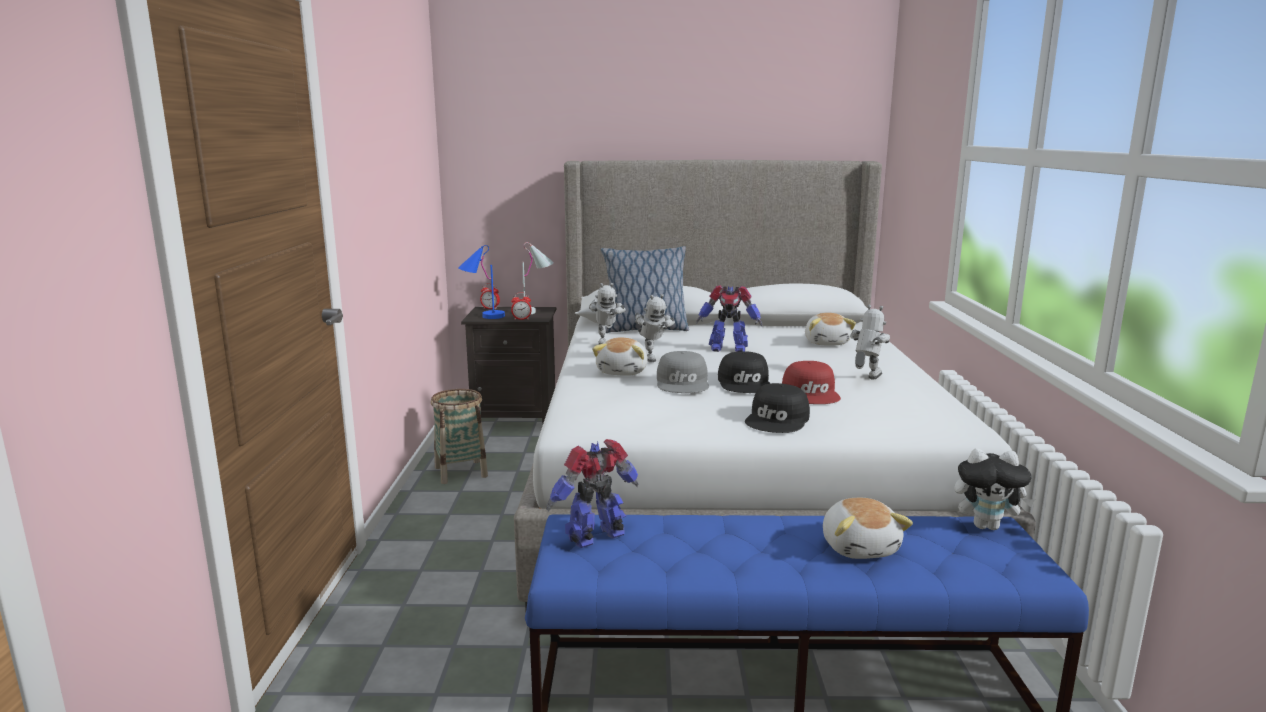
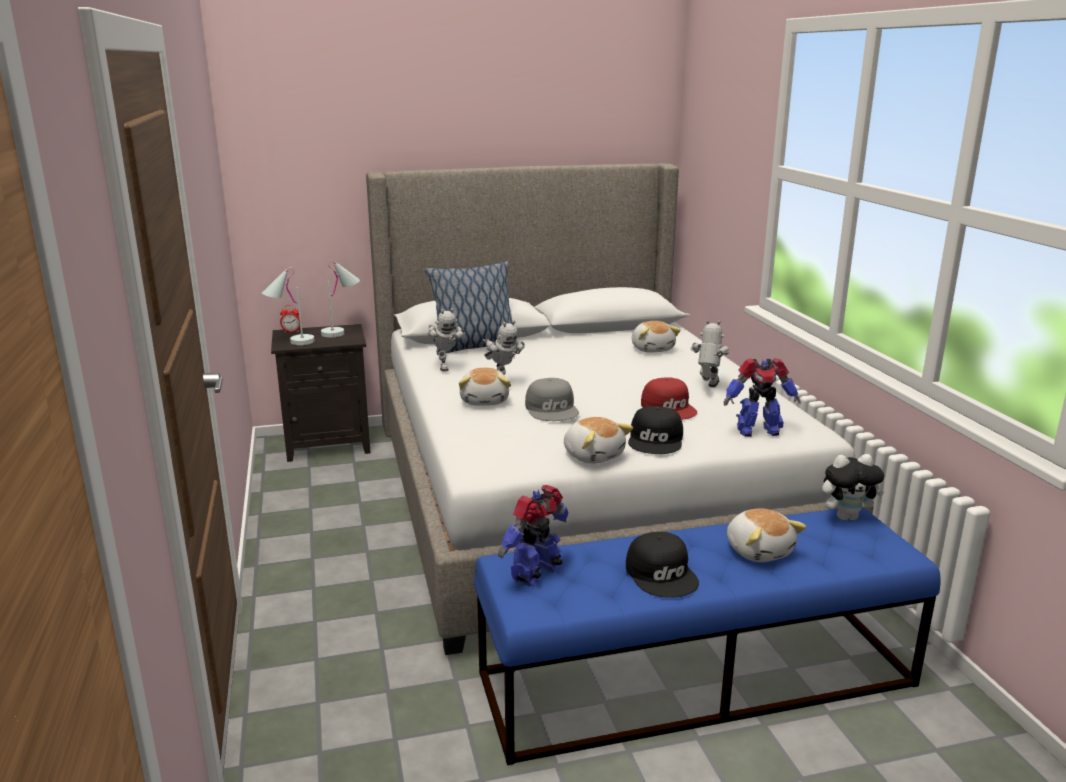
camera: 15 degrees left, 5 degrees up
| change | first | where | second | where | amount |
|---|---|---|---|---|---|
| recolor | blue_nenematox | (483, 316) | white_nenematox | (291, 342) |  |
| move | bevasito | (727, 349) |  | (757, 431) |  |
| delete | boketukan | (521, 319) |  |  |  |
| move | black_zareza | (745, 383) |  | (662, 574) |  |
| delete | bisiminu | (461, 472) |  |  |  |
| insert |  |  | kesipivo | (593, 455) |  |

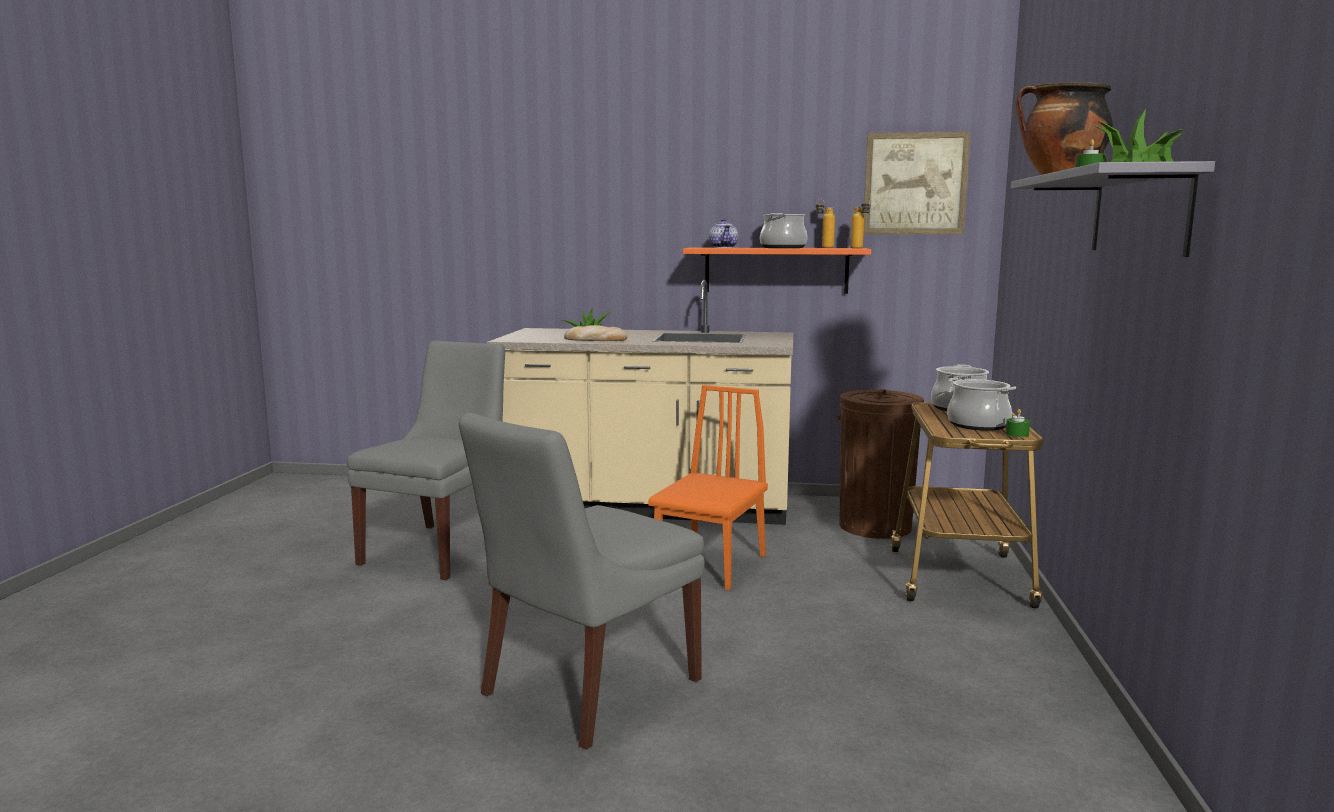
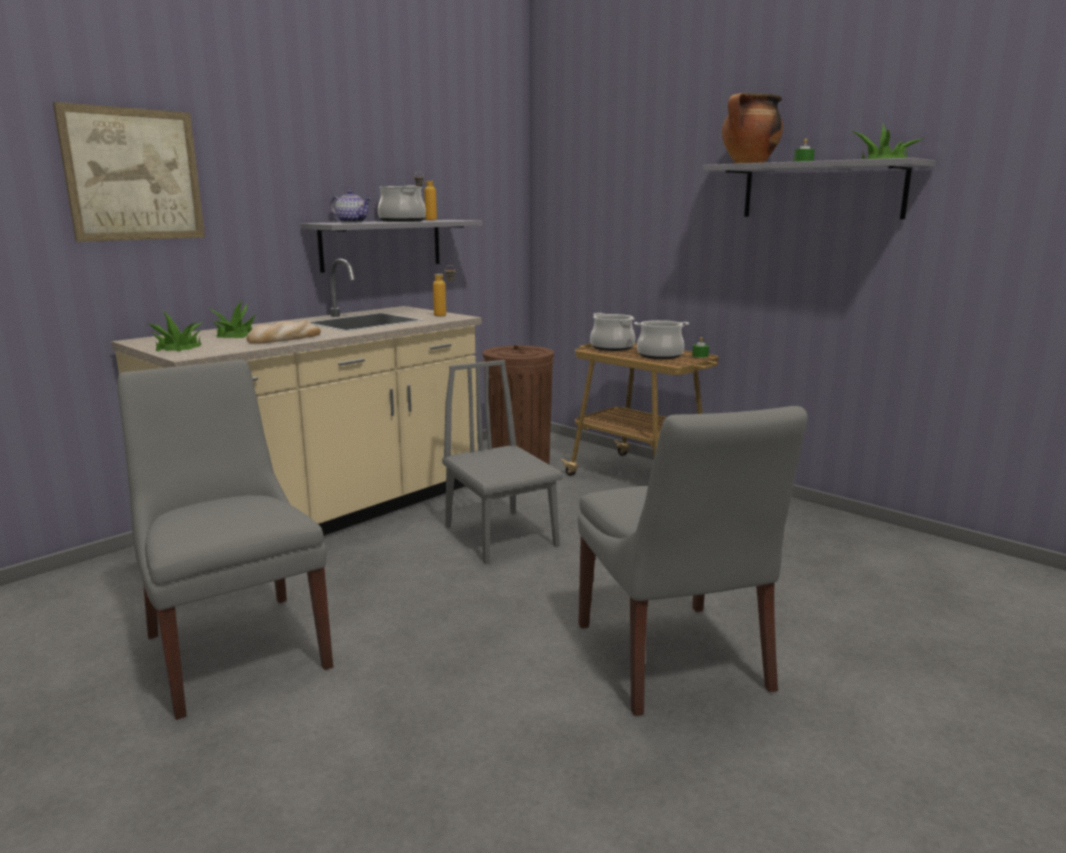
camera: 55 degrees left, 5 degrees up
| change | first | where | second | where | amount |
|---|---|---|---|---|---|
| move | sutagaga | (915, 183) |  | (133, 175) |  |
| move | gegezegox | (860, 248) |  | (445, 315) |  |
| recolor | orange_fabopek | (776, 270) | grey_fabopek | (382, 244) |  |
| recolor | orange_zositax | (709, 565) | grey_zositax | (500, 536) |  |
| insert |  |  | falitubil | (178, 347) |  |

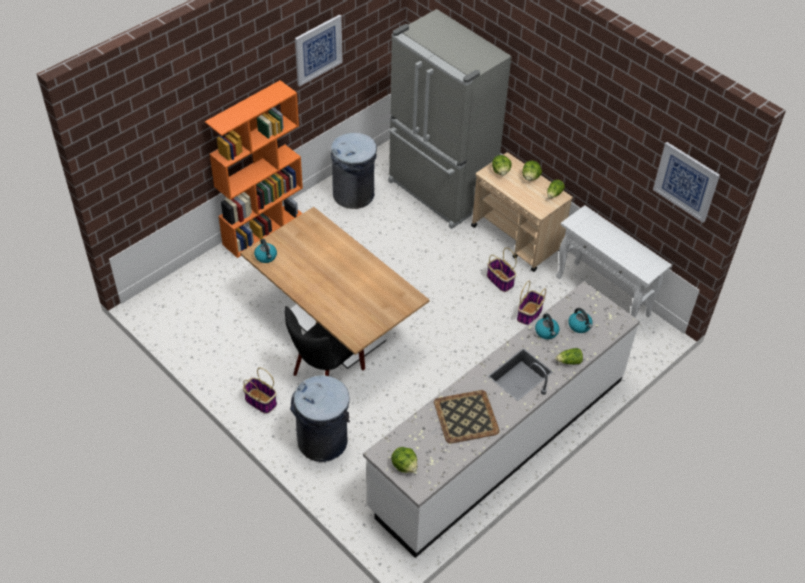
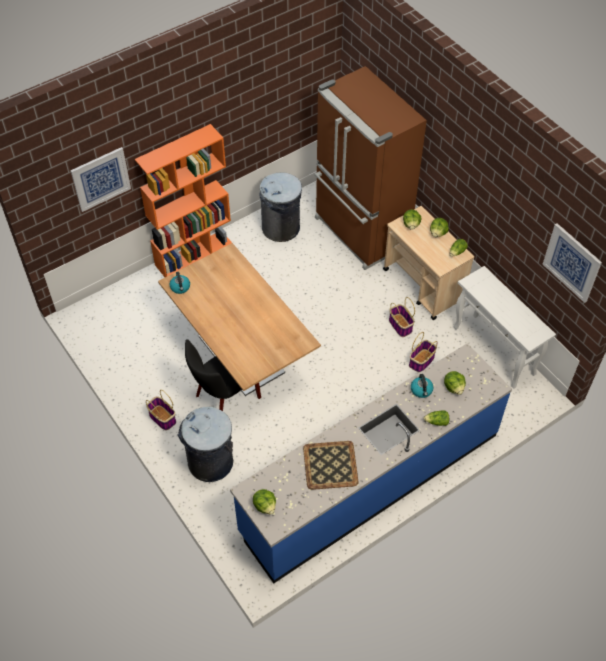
camera: 10 degrees right, 5 degrees up
| change | first | where | second | where | amount |
|---|---|---|---|---|---|
| recolor | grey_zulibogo | (439, 192) | brown_zulibogo | (360, 233) |  |
| move | sutagaga | (318, 50) |  | (101, 179) |  |
| recolor | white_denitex | (499, 442) | blue_denitex | (370, 482) |  |
| replace | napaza | (580, 326) | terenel | (454, 387) |  |

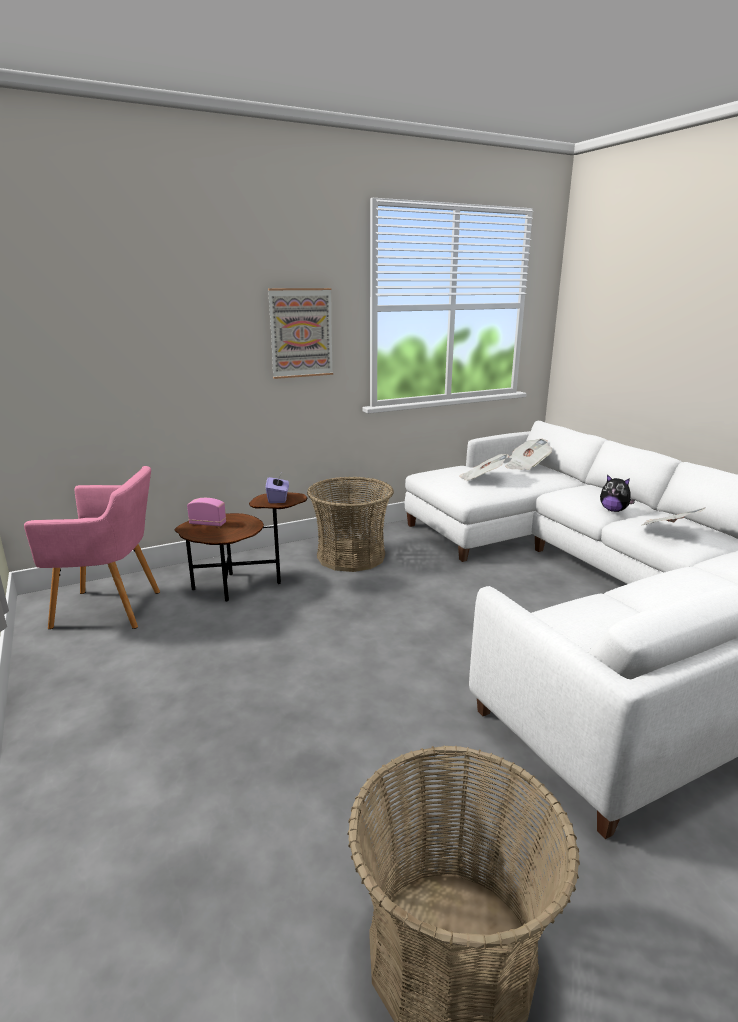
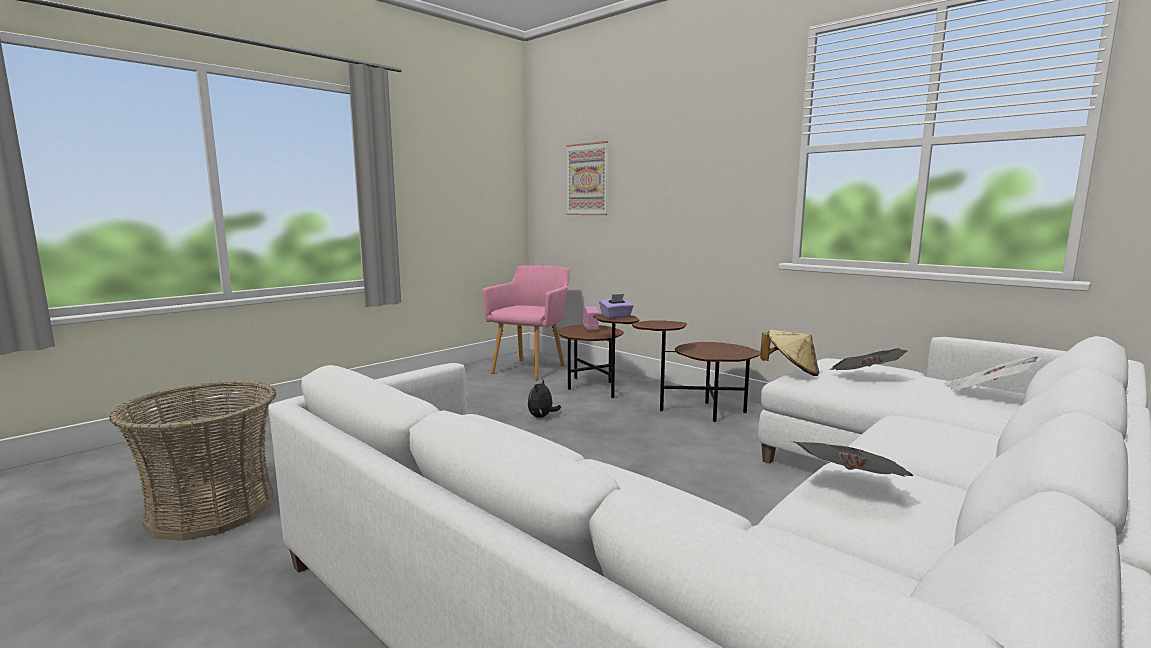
camera: 70 degrees right, 10 degrees down
| change | first | where | second | where | amount |
|---|---|---|---|---|---|
| move | sutagaga | (301, 333) |  | (587, 179) |  |
| rotate | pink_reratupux | (113, 609) |  | (531, 368) | 135 degrees counterclockwise |
| move | kesipivo | (613, 510) |  | (542, 417) |  |
| replace | bisiminu | (351, 556) | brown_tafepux | (698, 411) |  |
| insert |  |  | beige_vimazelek | (791, 372) |  |

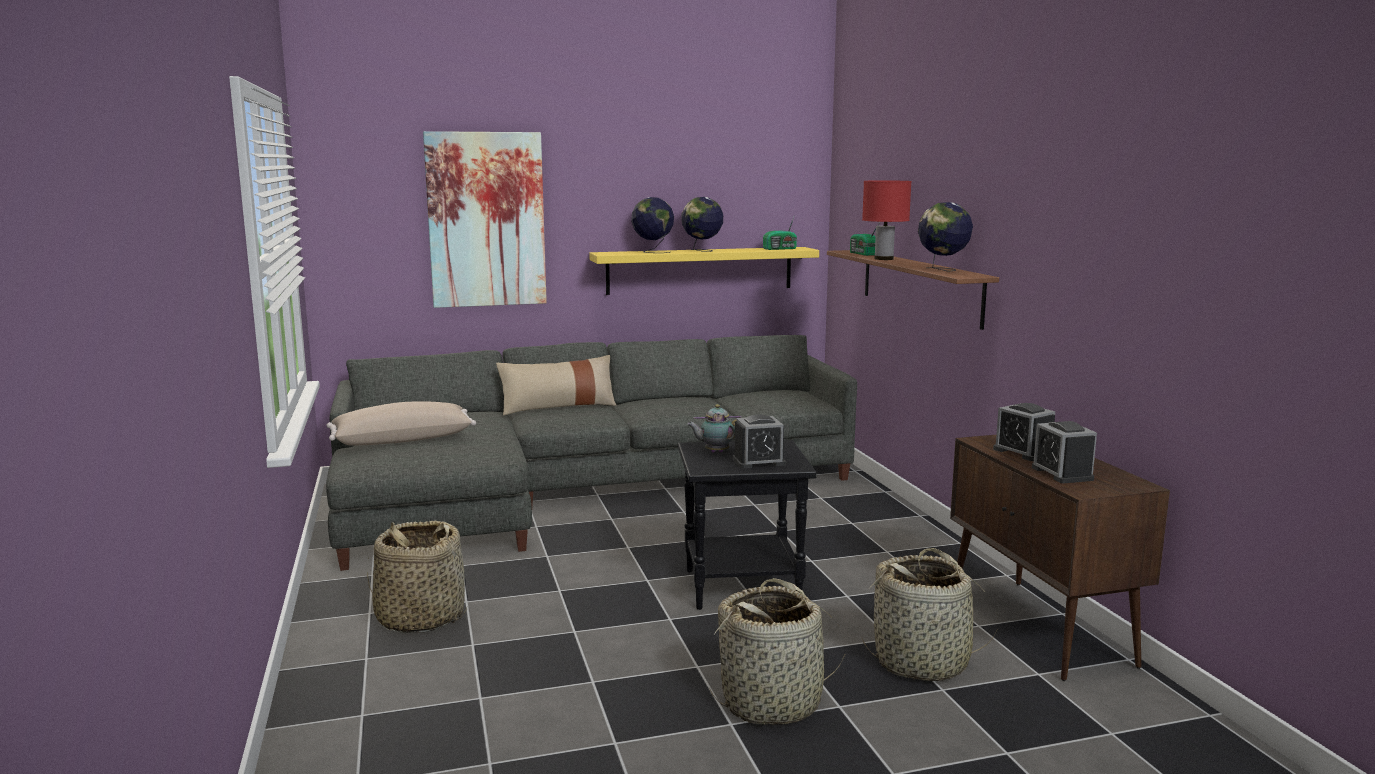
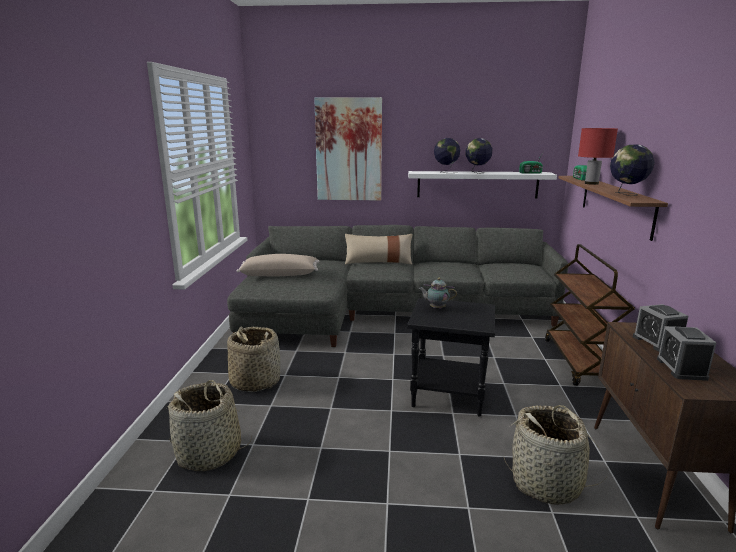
camera: 20 degrees right, 5 degrees up
| change | first | where | second | where | amount |
|---|---|---|---|---|---|
| recolor | yellow_fabopek | (700, 270) | white_fabopek | (477, 184) |  |
| delete | boketukan | (758, 462) |  |  |  |
| move | bisiminu | (772, 702) |  | (209, 453) |  |
| insert |  |  | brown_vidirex | (580, 362) |  |

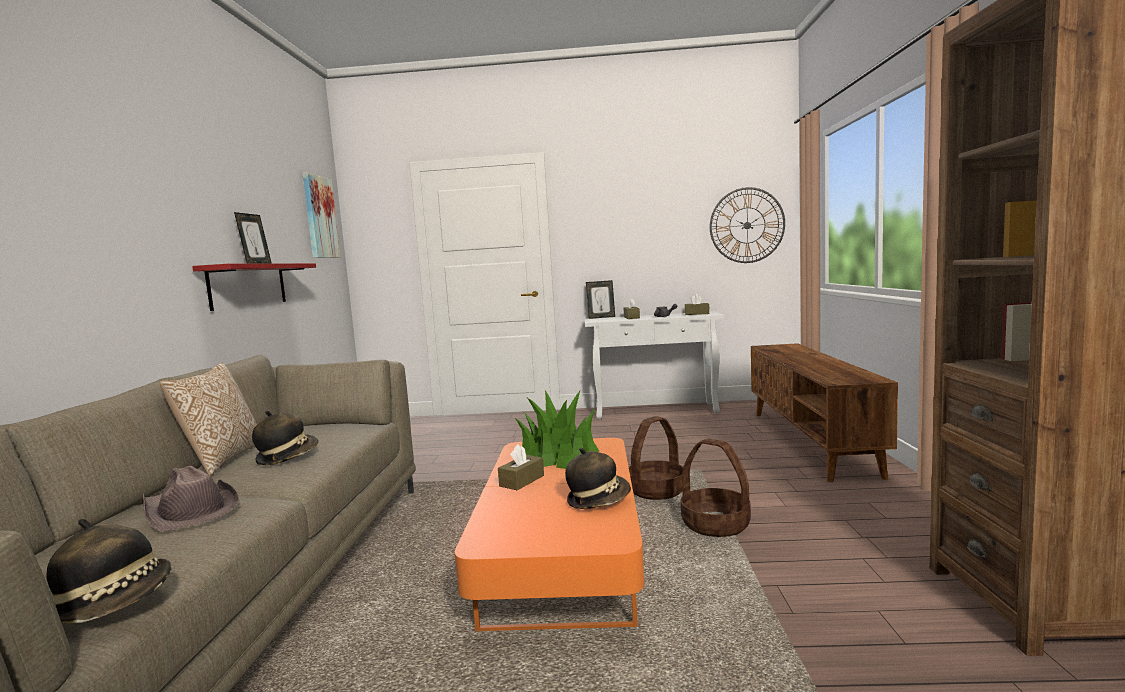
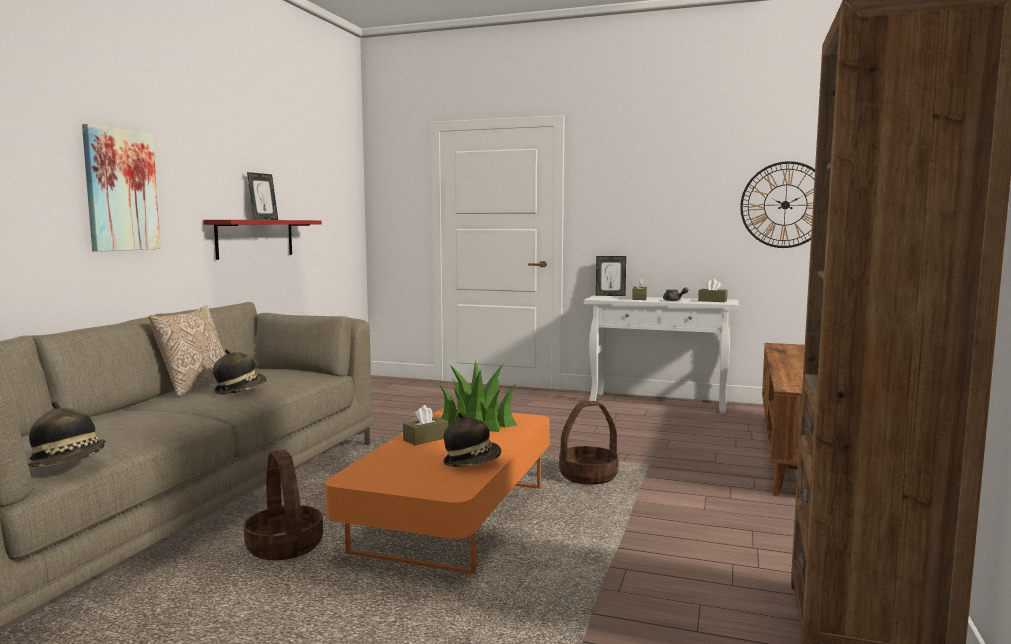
camera: 15 degrees right, 0 degrees up
| change | first | where | second | where | amount |
|---|---|---|---|---|---|
| move | sutagaga | (320, 217) |  | (120, 190) |  |
| move | bisiminu | (715, 525) |  | (284, 547) |  |
| delete | brown_vimazelek | (189, 510) |  |  |  |

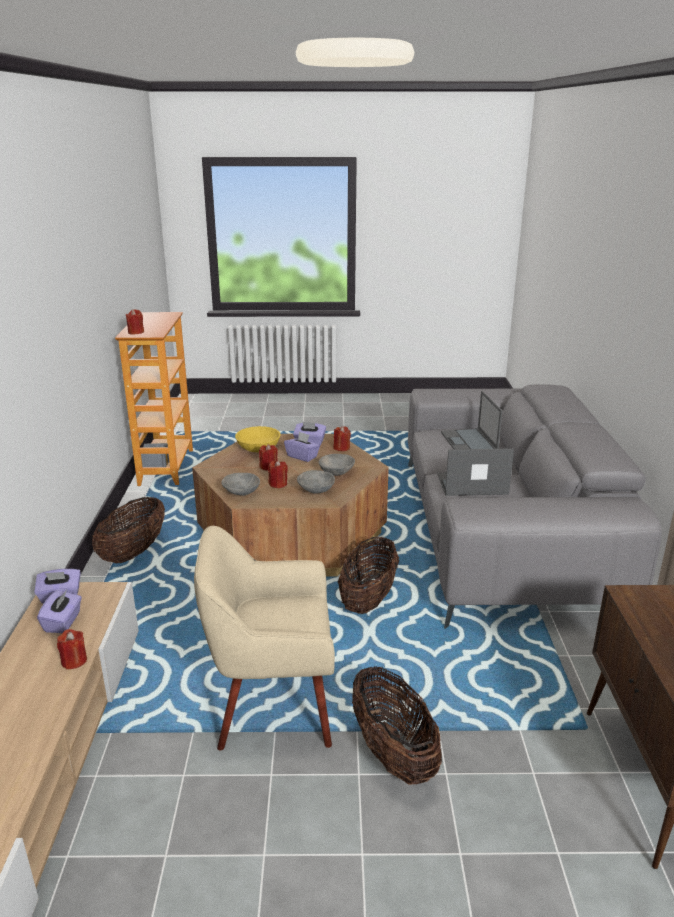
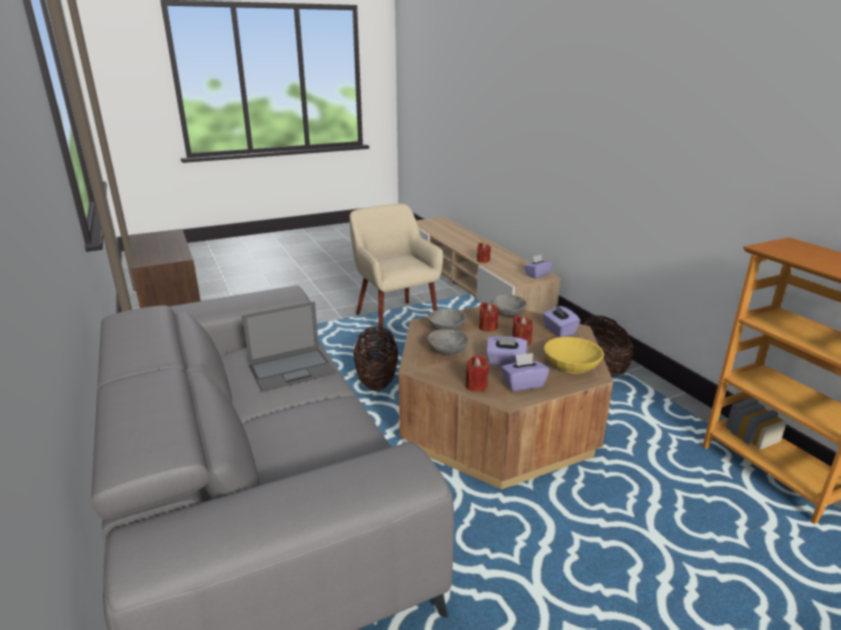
camera: 155 degrees right, 0 degrees up
| change | first | where | second | where | amount |
|---|---|---|---|---|---|
| delete | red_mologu | (136, 332) |  |  |  |
| delete | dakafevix | (469, 442) |  |  |  |
| rotate | beige_reratupux | (272, 706) |  | (395, 318) | 90 degrees counterclockwise |
| move | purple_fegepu | (63, 622) |  | (559, 331) |  |
| delete | bisiminu | (393, 753) |  |  |  |

